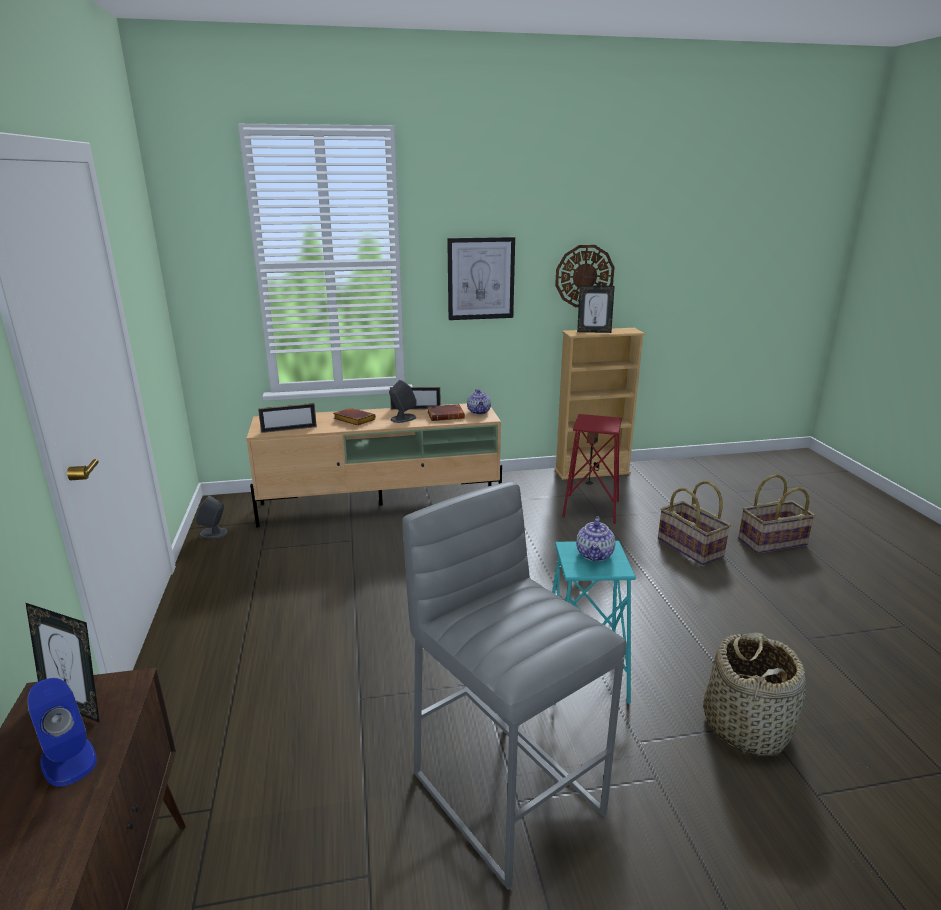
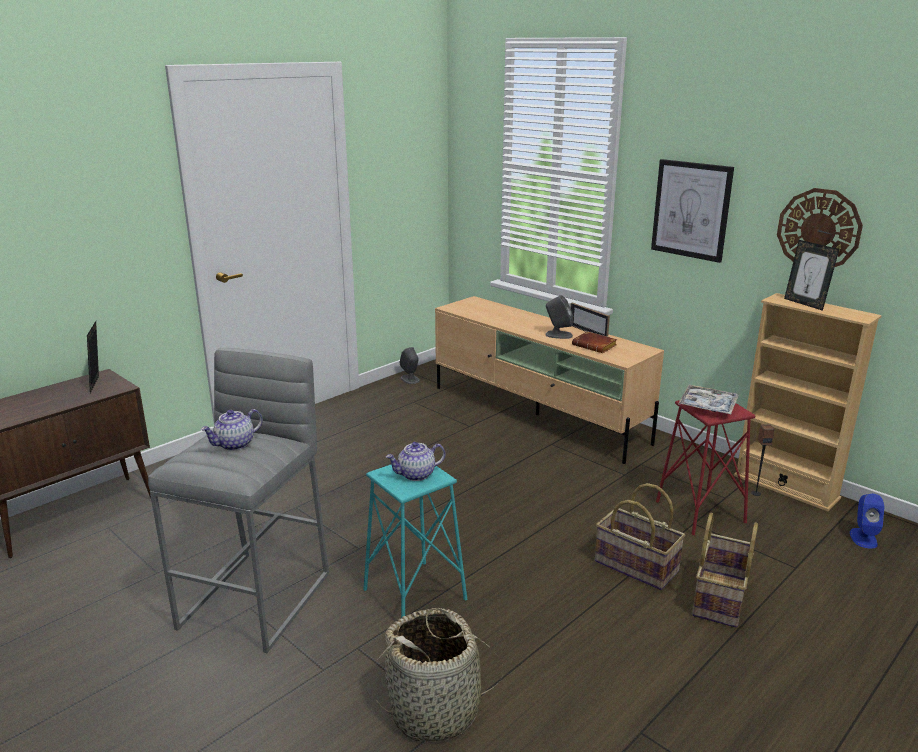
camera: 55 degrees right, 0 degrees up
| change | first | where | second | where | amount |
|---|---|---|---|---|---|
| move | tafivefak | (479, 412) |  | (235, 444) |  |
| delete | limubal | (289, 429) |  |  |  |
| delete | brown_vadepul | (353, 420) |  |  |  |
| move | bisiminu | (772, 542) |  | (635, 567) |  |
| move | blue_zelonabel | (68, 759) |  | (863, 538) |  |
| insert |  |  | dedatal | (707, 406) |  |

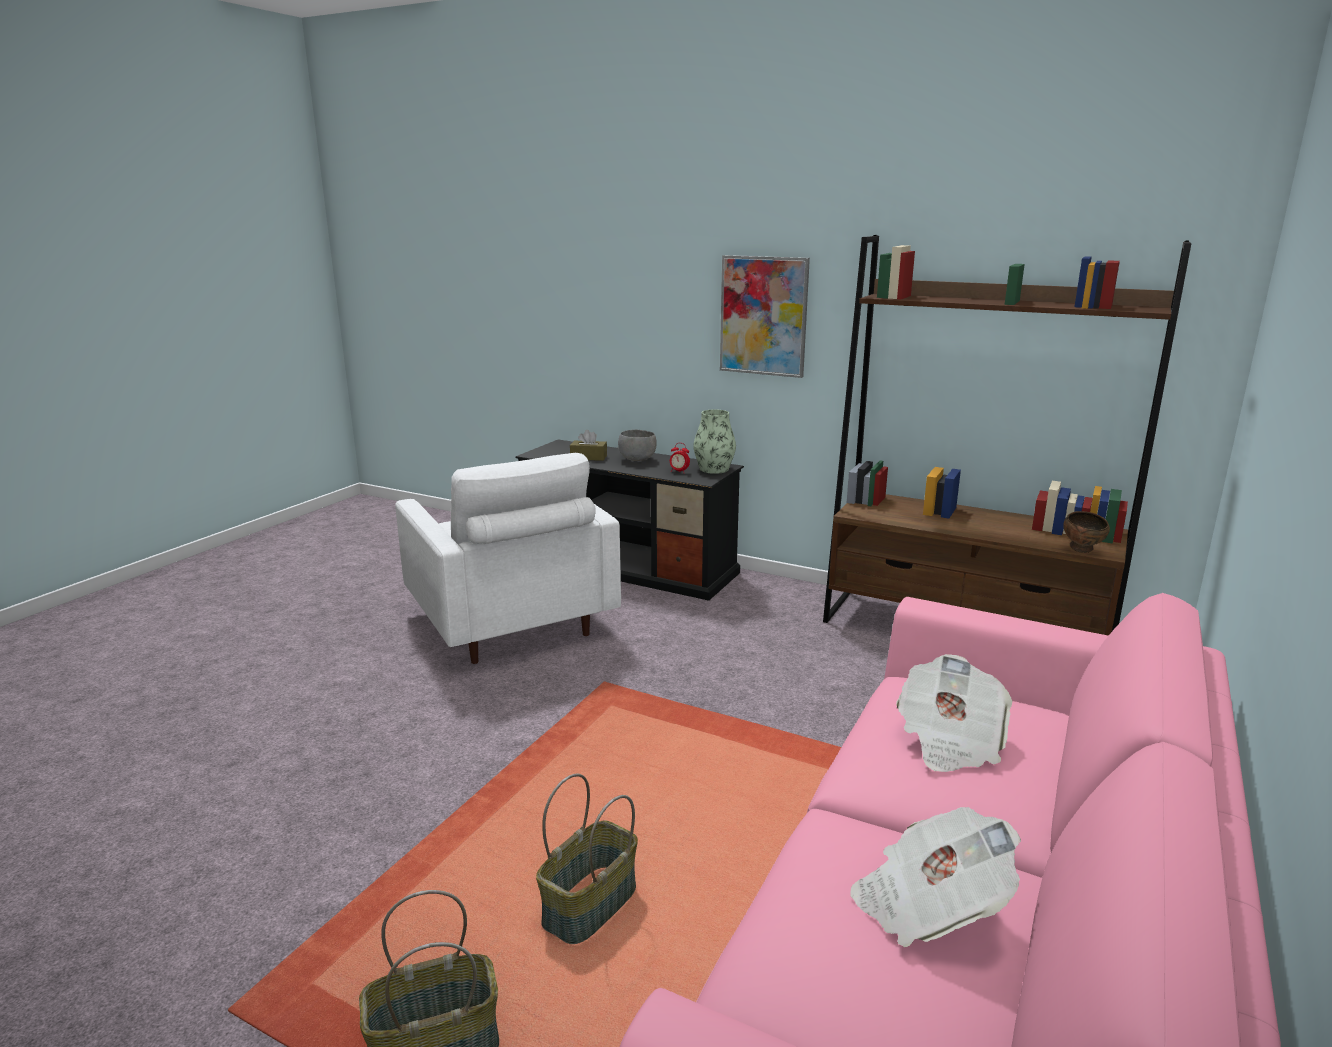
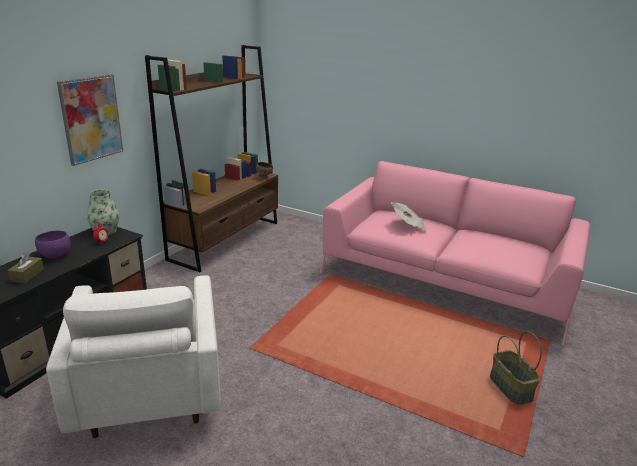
camera: 90 degrees left, 5 degrees up
| change | first | where | second | where | amount |
|---|---|---|---|---|---|
| recolor | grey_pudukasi | (636, 459) | purple_pudukasi | (54, 255) |  |
| rotate | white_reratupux | (510, 624) |  | (148, 395) | 105 degrees clockwise |
| delete | bisiminu | (590, 907) |  |  |  |
| delete | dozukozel | (929, 905) |  |  |  |

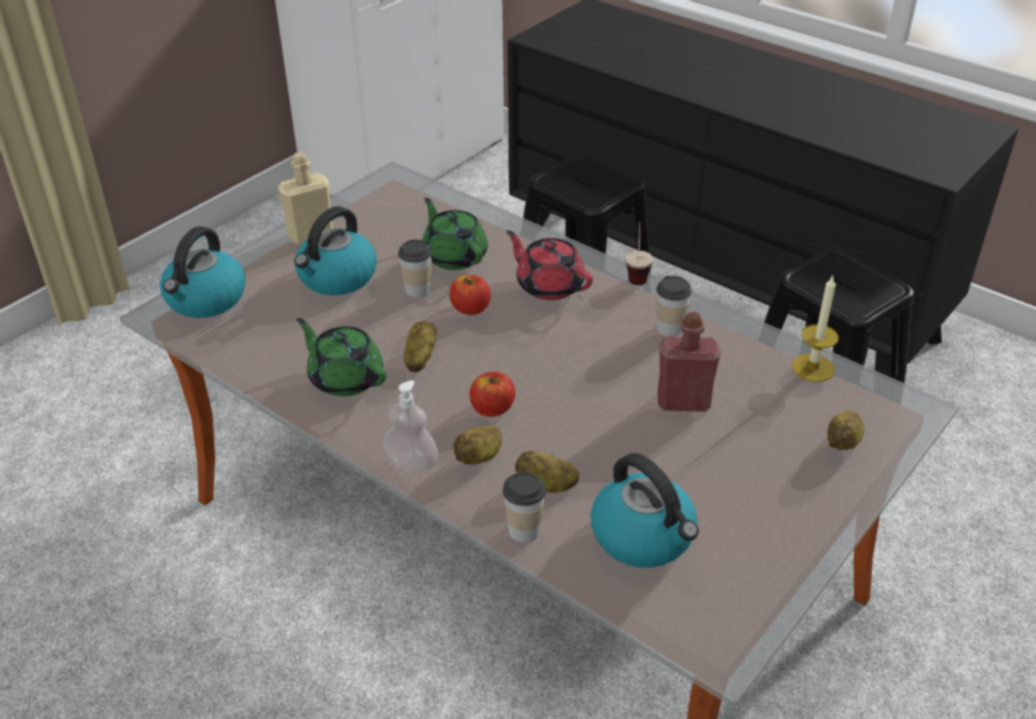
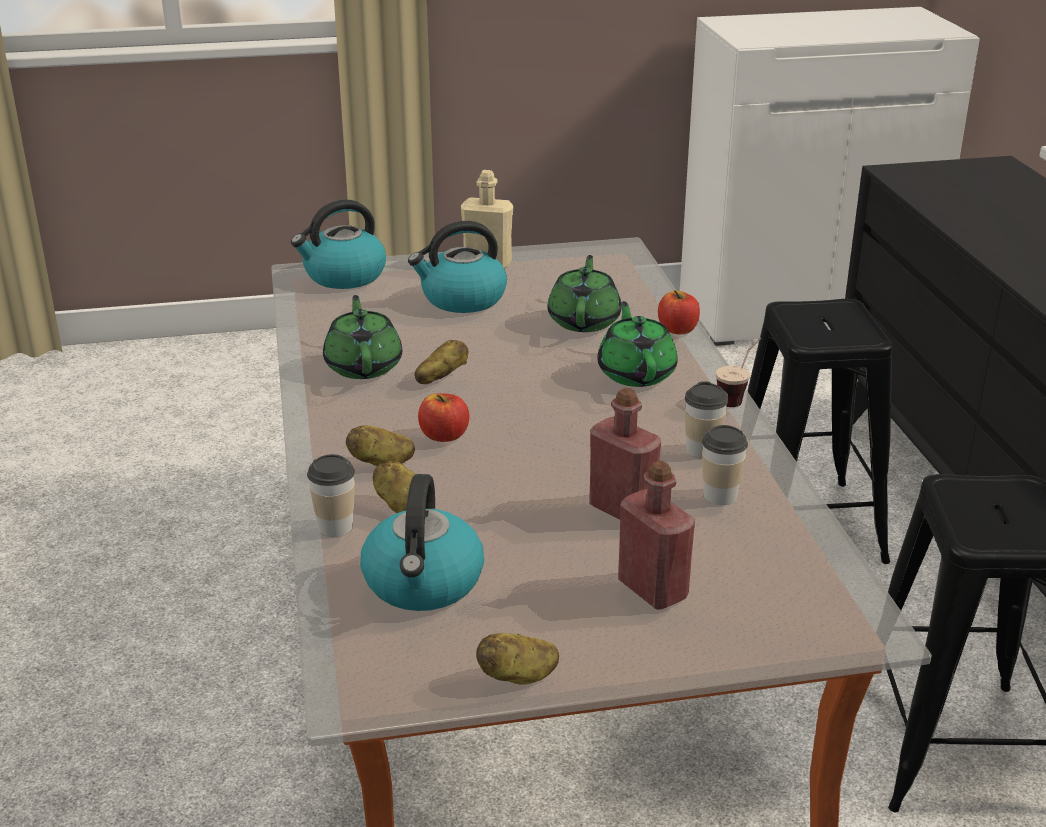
camera: 40 degrees right, 10 degrees down
| change | first | where | second | where | amount |
|---|---|---|---|---|---|
| recolor | red_tafivefak | (549, 285) | green_tafivefak | (636, 373) |  |
| move | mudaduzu | (417, 290) |  | (720, 495) |  |
| move | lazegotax | (470, 308) |  | (678, 330) |  |
| delete | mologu | (813, 368) |  |  |  |
| delete | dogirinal | (412, 463) |  |  |  |
| move | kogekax | (844, 442) |  | (518, 677) |  |
| insert |  |  | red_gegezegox | (652, 589) |  |

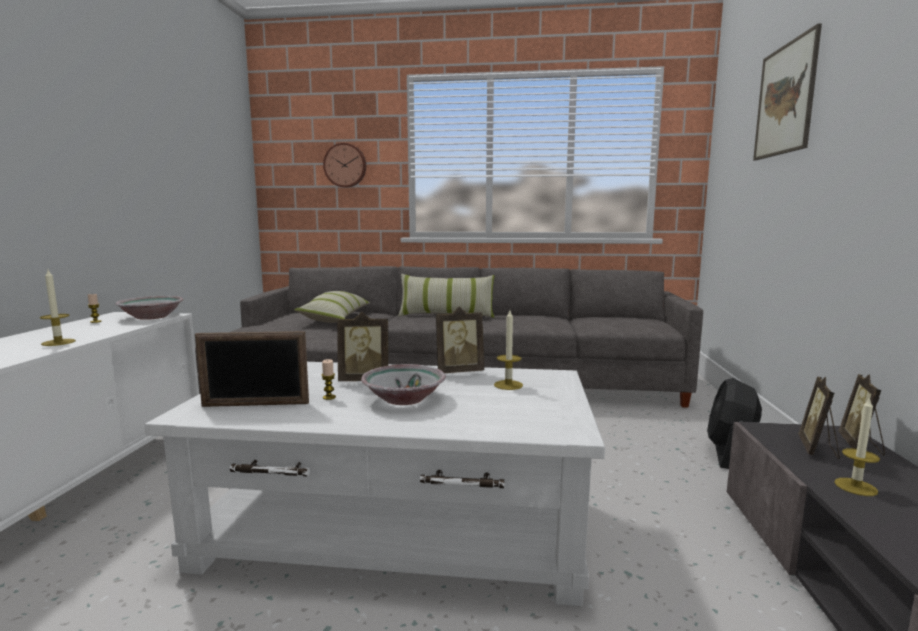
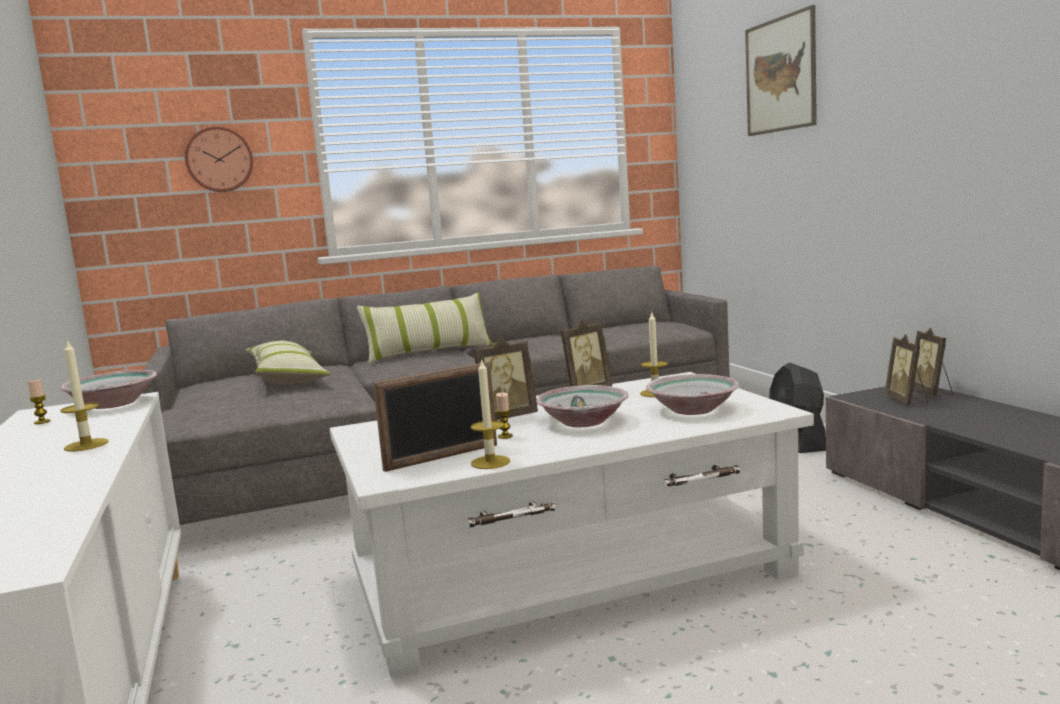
camera: 25 degrees left, 0 degrees up
| change | first | where | second | where | amount |
|---|---|---|---|---|---|
| move | mologu | (855, 487) |  | (490, 462) |  |
| insert |  |  | pudukasi | (694, 409) |  |

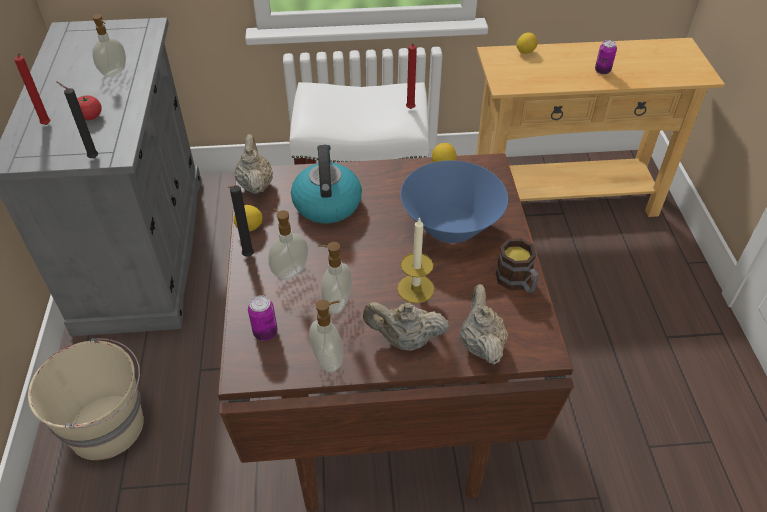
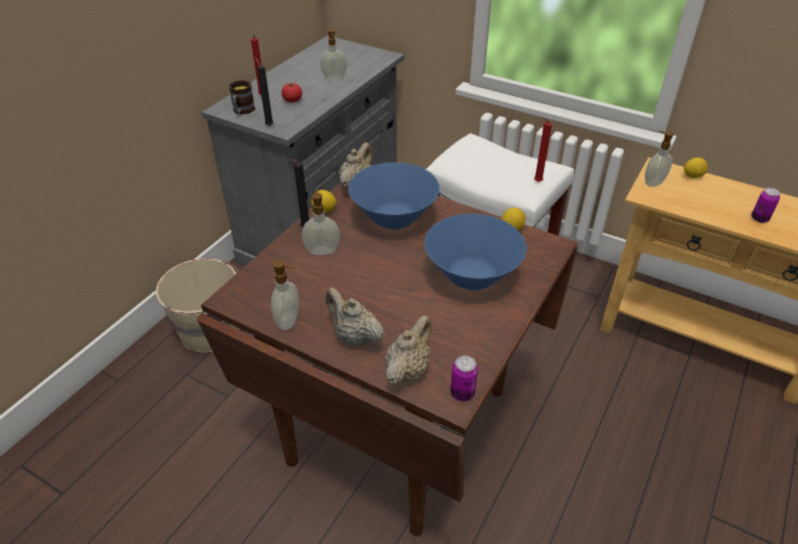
camera: 35 degrees right, 5 degrees down
| change | first | where | second | where | amount |
|---|---|---|---|---|---|
| replace | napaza | (327, 203) | blue_pudukasi | (393, 217) |  |
| delete | mologu | (415, 289) |  |  |  |
| move | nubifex | (517, 282) |  | (242, 111) |  |
| move | dogirinal | (336, 303) |  | (653, 182) |  |
| move | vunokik | (265, 333) |  | (462, 393) |  |

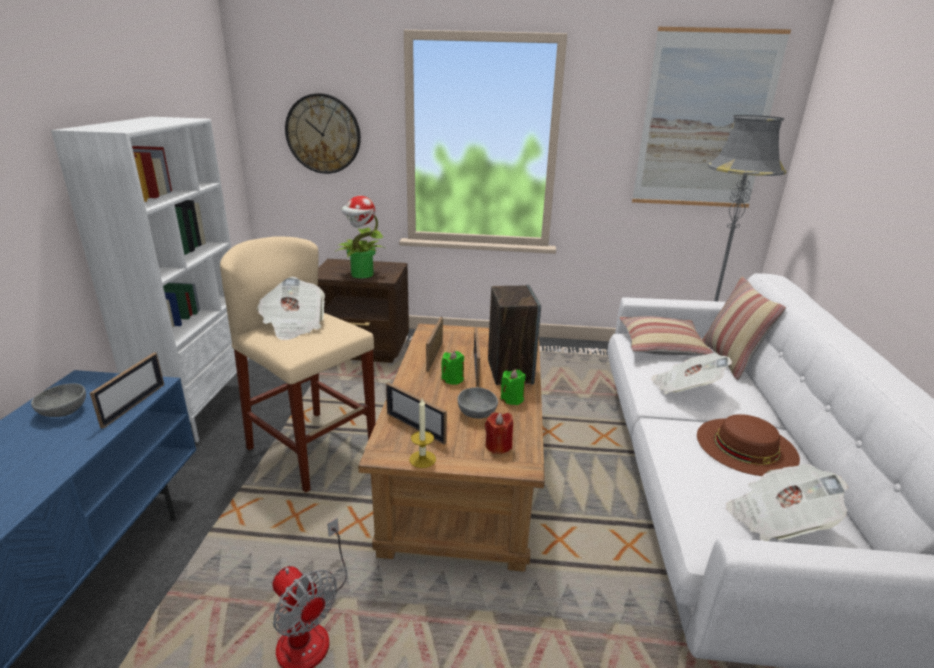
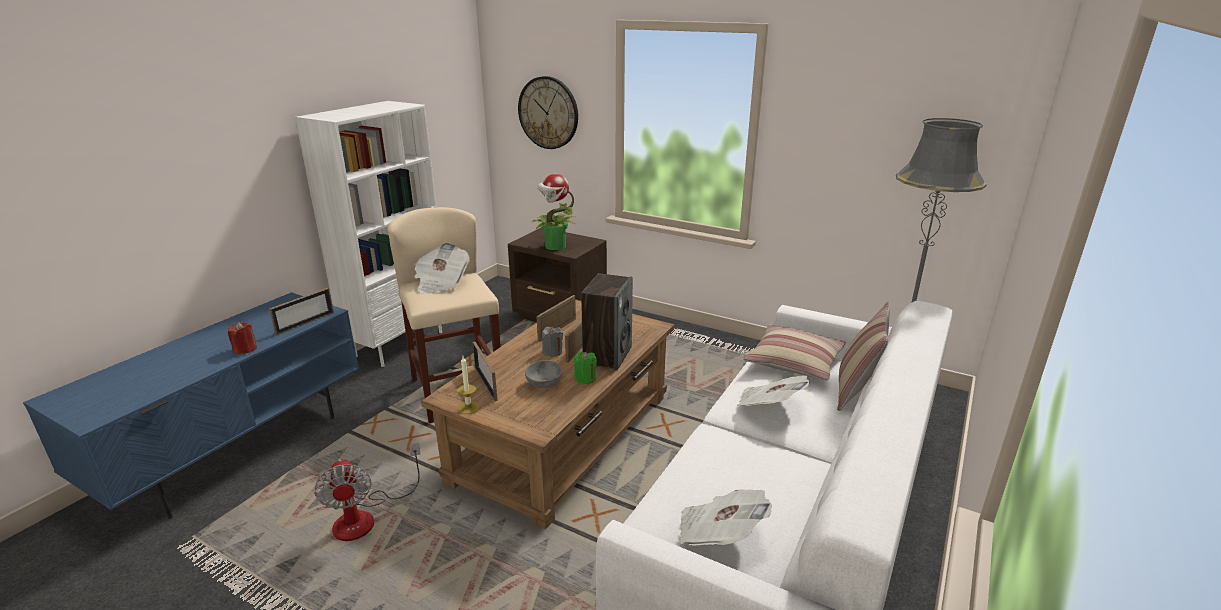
camera: 25 degrees right, 0 degrees up
| change | first | where | second | where | amount |
|---|---|---|---|---|---|
| delete | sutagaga | (705, 121) |  |  |  |
| recolor | green_mologu | (453, 379) | grey_mologu | (552, 352) |  |
| delete | grey_pudukasi | (63, 412) |  |  |  |
| move | red_mologu | (498, 446) |  | (245, 349) |  |
| delete | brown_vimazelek | (746, 446) |  |  |  |

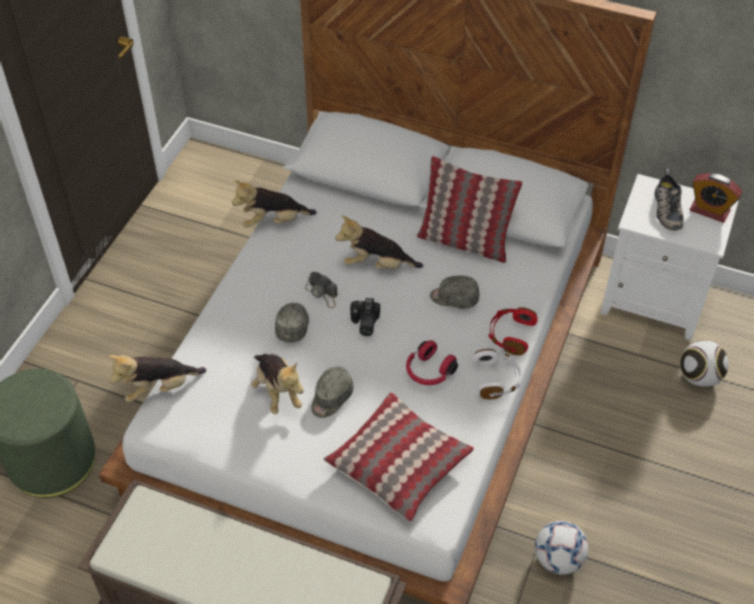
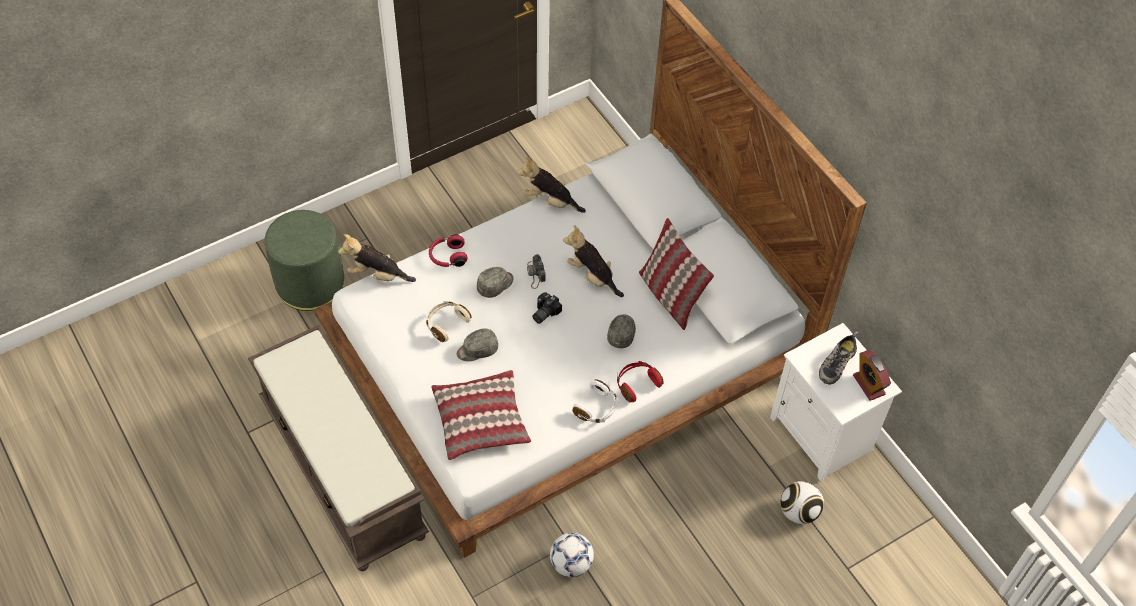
camera: 35 degrees right, 5 degrees up
| change | first | where | second | where | amount |
|---|---|---|---|---|---|
| rotate | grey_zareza | (454, 298) |  | (622, 333) | 60 degrees clockwise |
| move | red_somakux | (429, 372) |  | (447, 257) |  |
| replace | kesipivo | (277, 391) | beige_somakux | (446, 323) |  |

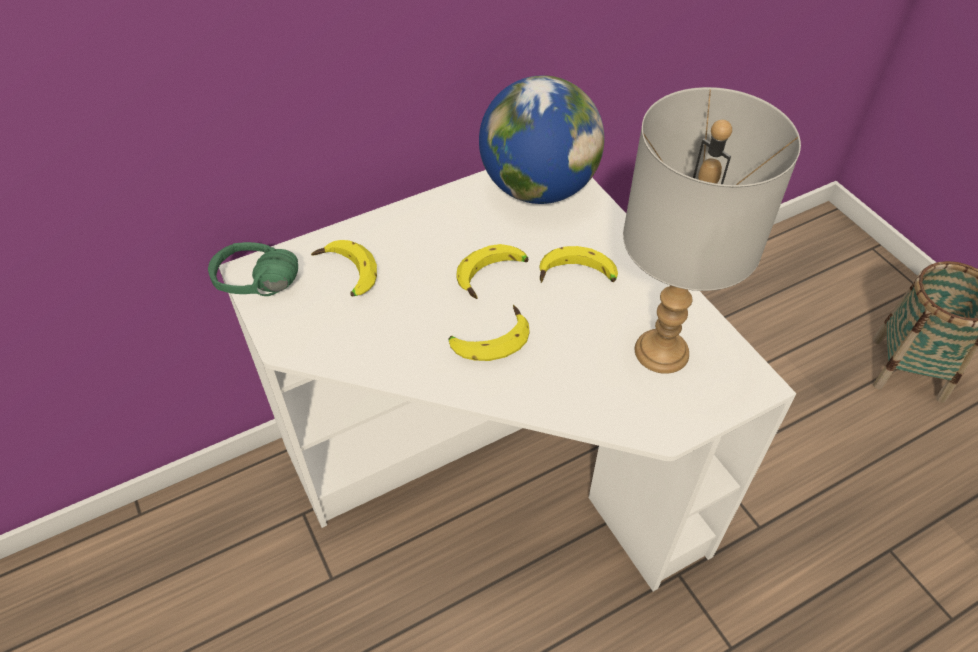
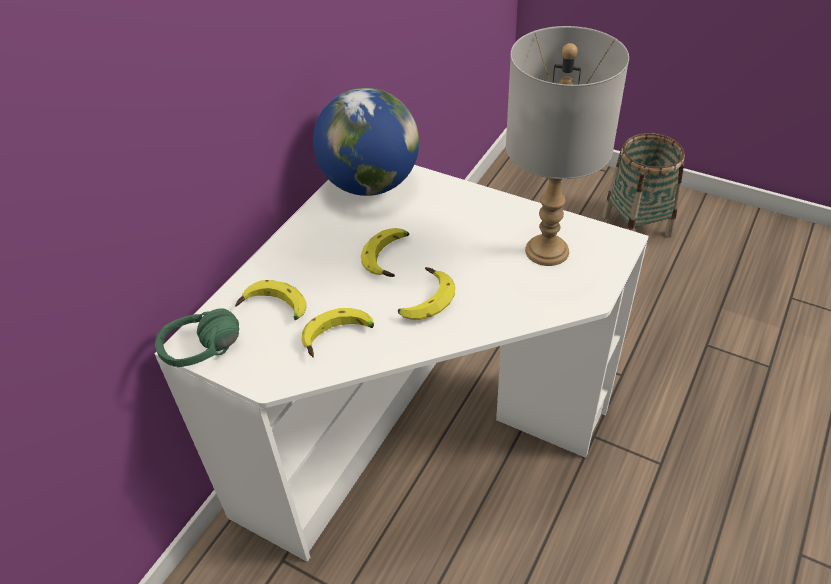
camera: 30 degrees left, 5 degrees down
| change | first | where | second | where | amount |
|---|---|---|---|---|---|
| move | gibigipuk | (576, 277) |  | (339, 338) |  |

